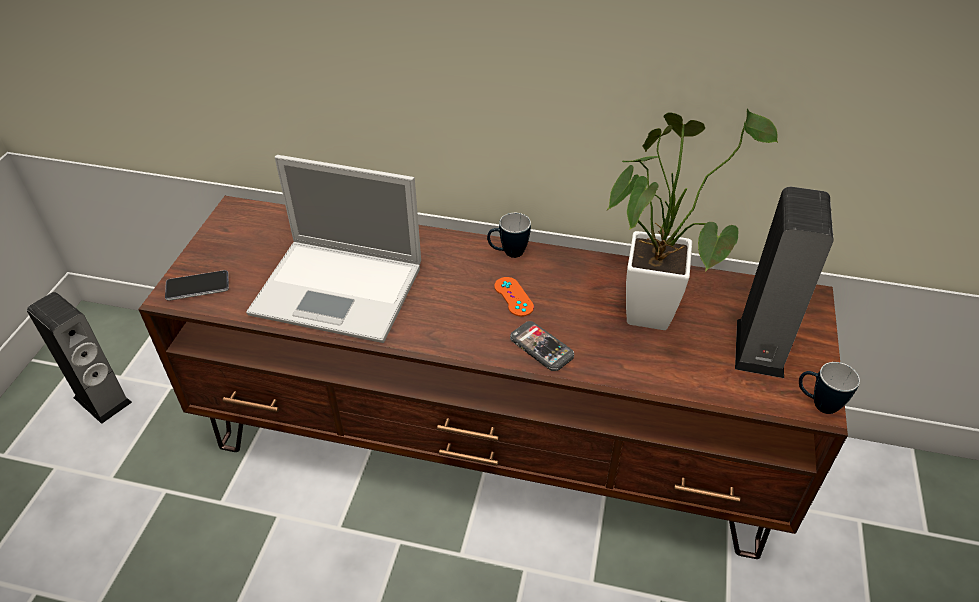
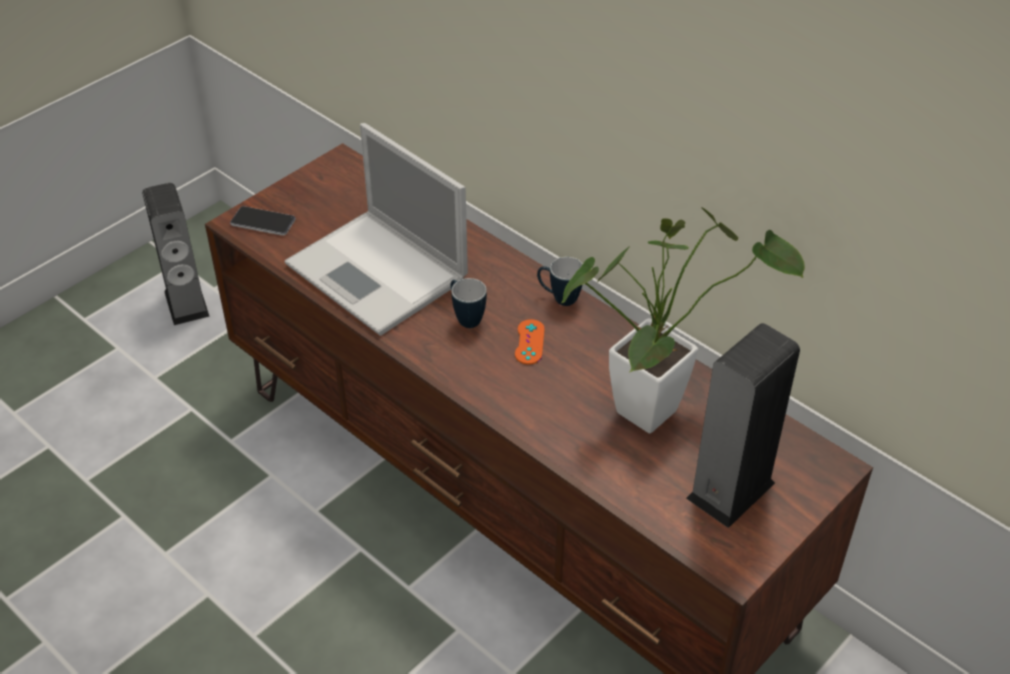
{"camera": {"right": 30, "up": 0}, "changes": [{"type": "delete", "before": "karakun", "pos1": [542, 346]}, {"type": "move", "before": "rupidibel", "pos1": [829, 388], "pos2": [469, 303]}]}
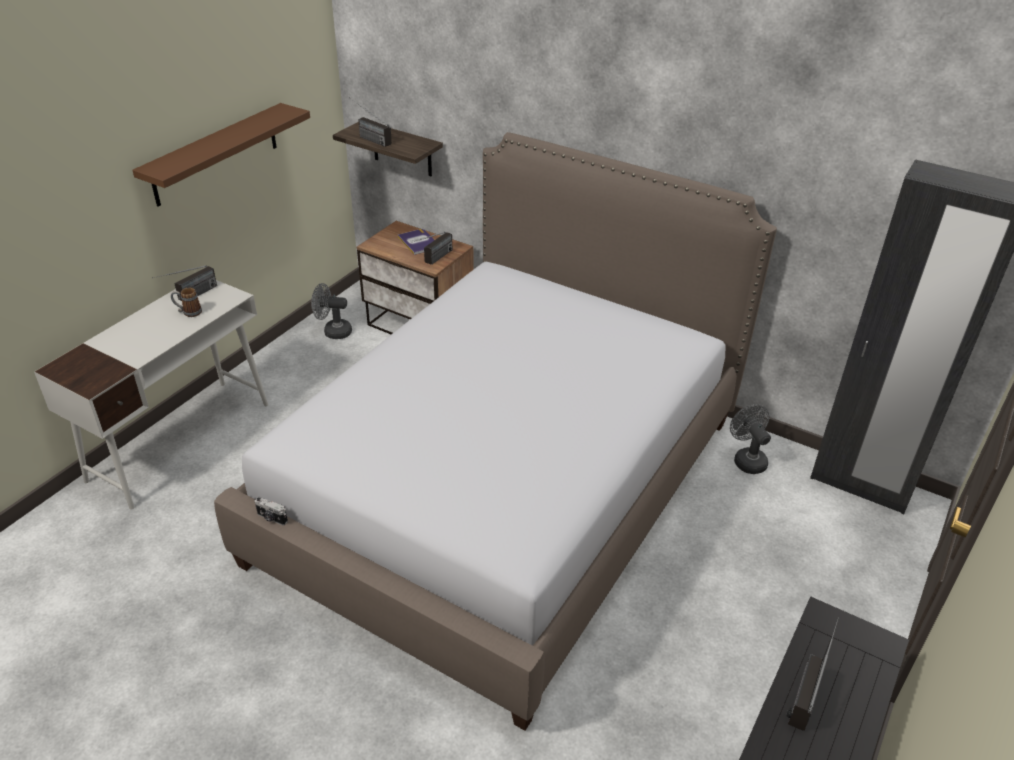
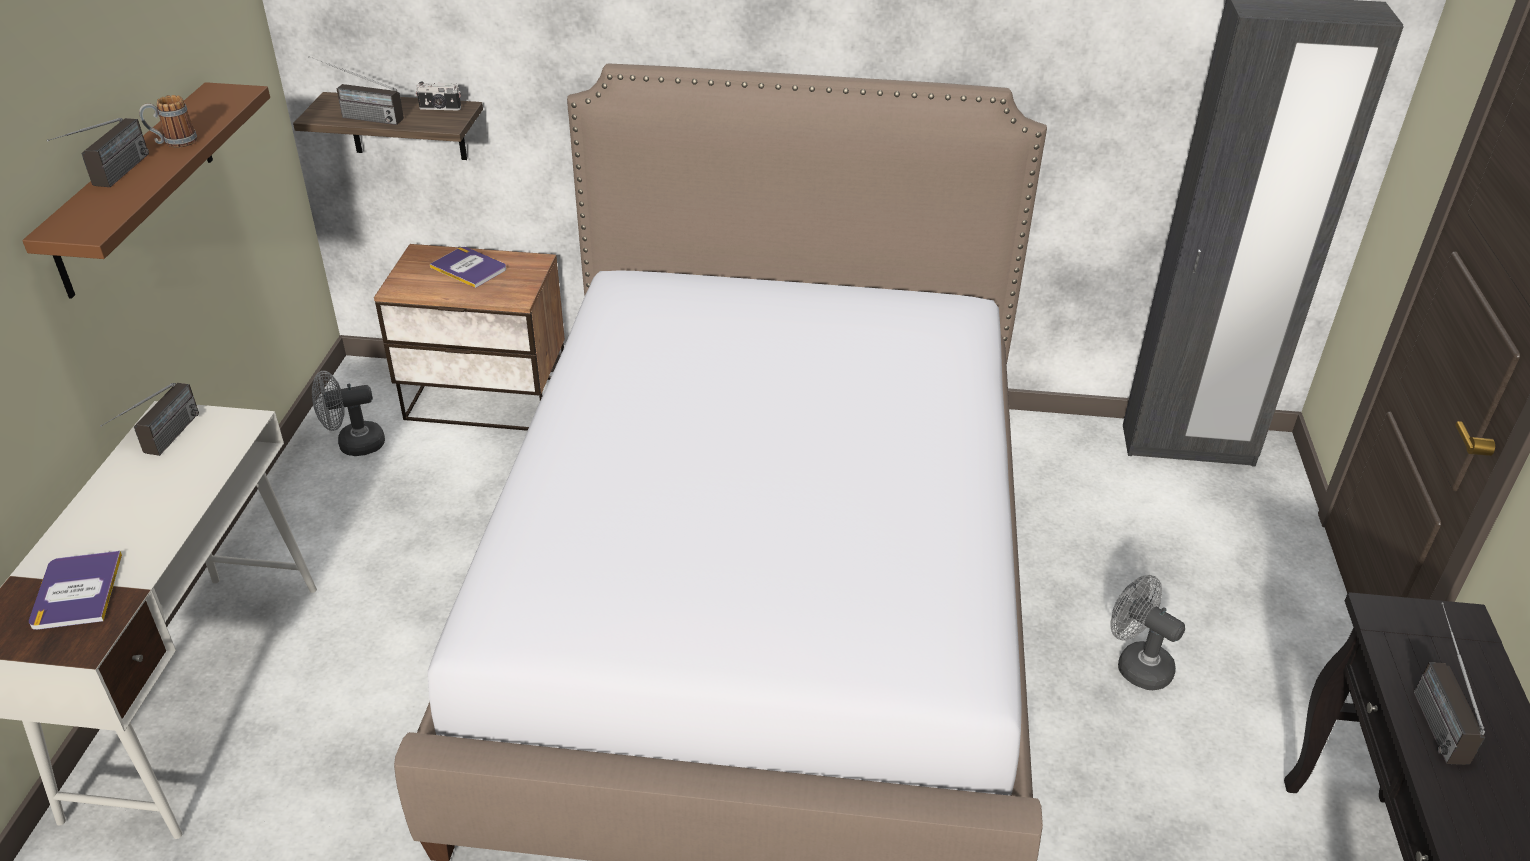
{"camera": {"right": -25, "up": 0}, "changes": [{"type": "move", "before": "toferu", "pos1": [433, 248], "pos2": [98, 152]}, {"type": "move", "before": "rupidibel", "pos1": [186, 302], "pos2": [168, 121]}, {"type": "move", "before": "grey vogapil", "pos1": [750, 439], "pos2": [1147, 632]}, {"type": "move", "before": "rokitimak", "pos1": [271, 511], "pos2": [438, 96]}, {"type": "insert", "after": "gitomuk", "pos2": [75, 590]}]}
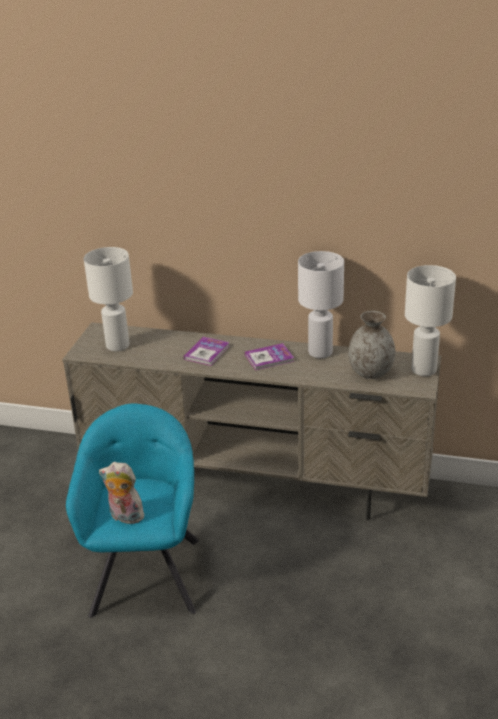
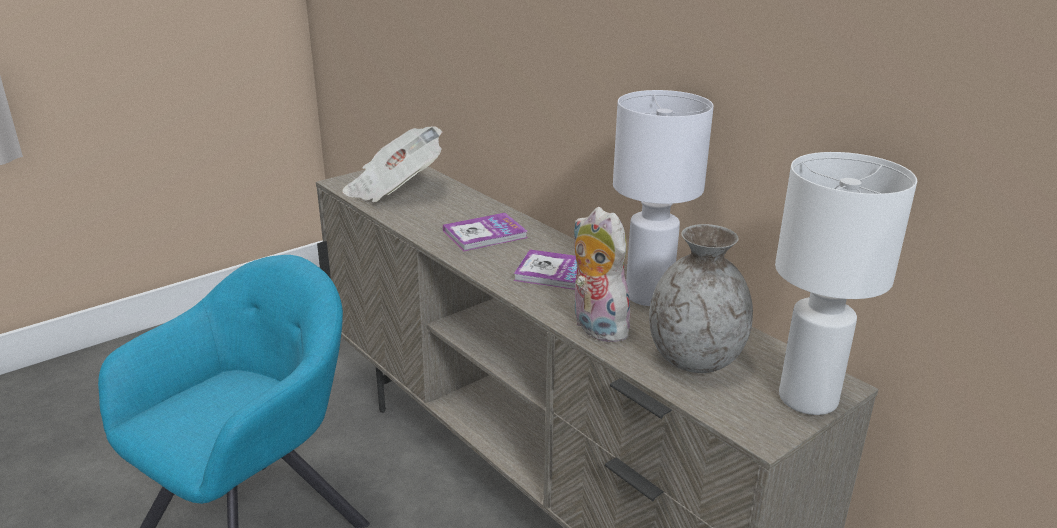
{"camera": {"right": 35, "up": -5}, "changes": [{"type": "replace", "before": "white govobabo", "after": "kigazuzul", "pos1": [108, 299], "pos2": [393, 164]}, {"type": "move", "before": "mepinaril", "pos1": [122, 493], "pos2": [604, 274]}]}
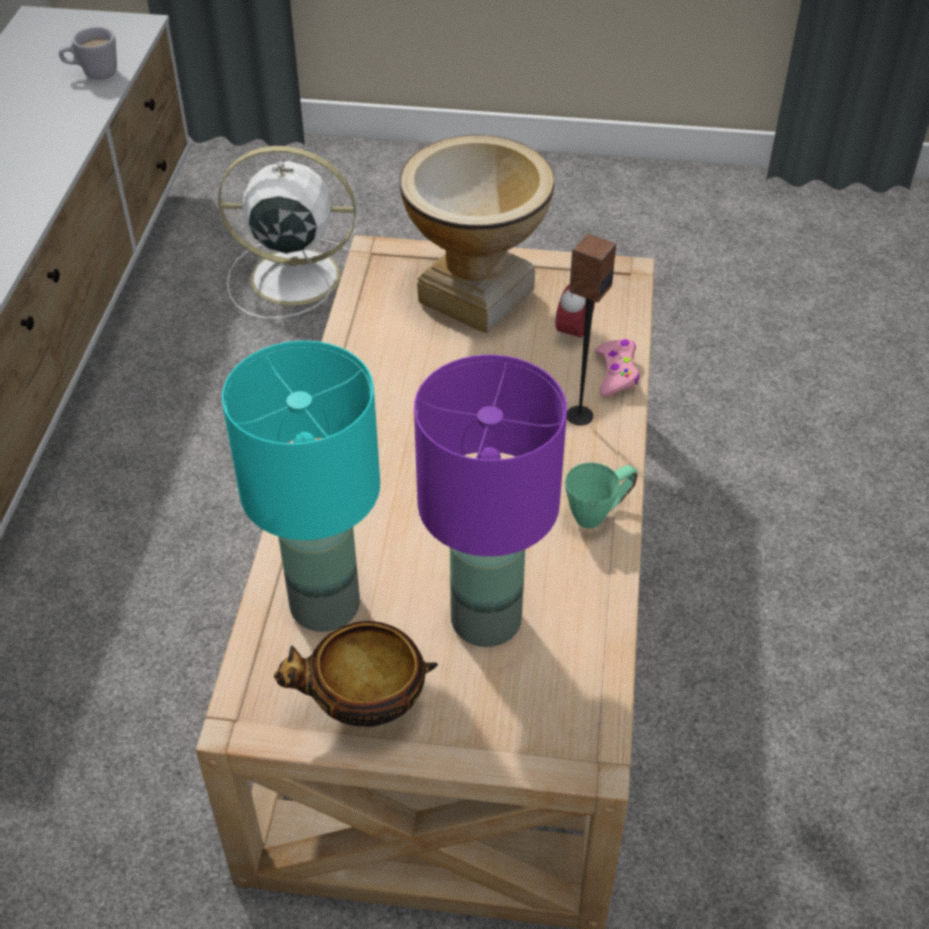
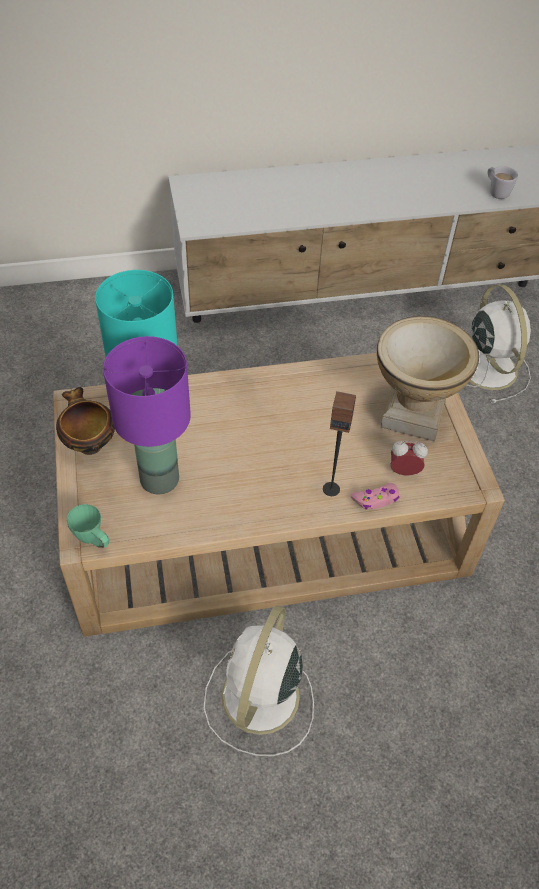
{"camera": {"right": 70, "up": 5}, "changes": [{"type": "move", "before": "green rupidibel", "pos1": [601, 496], "pos2": [88, 526]}, {"type": "insert", "after": "white vogapil", "pos2": [259, 680]}]}
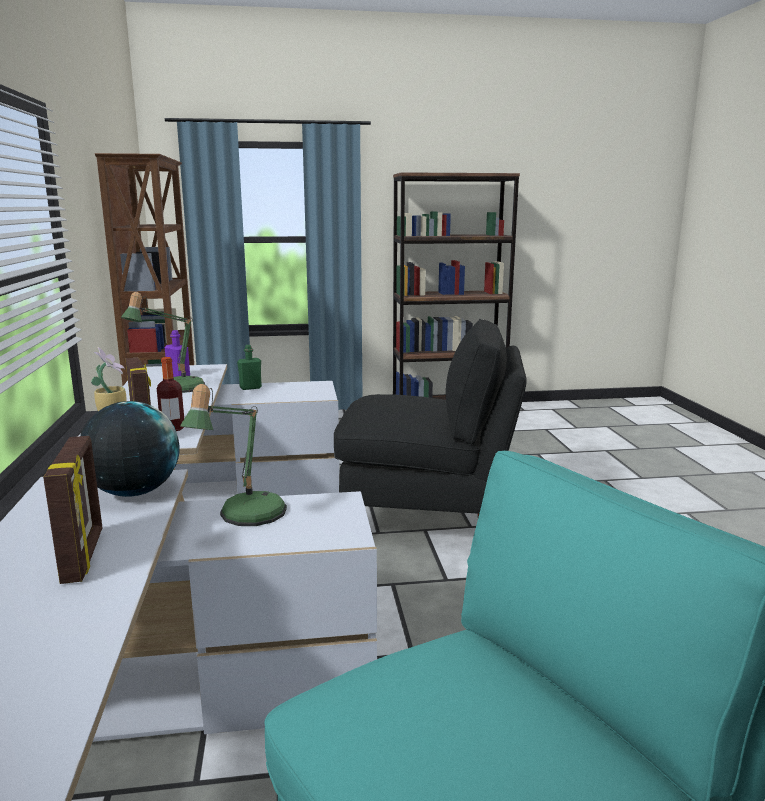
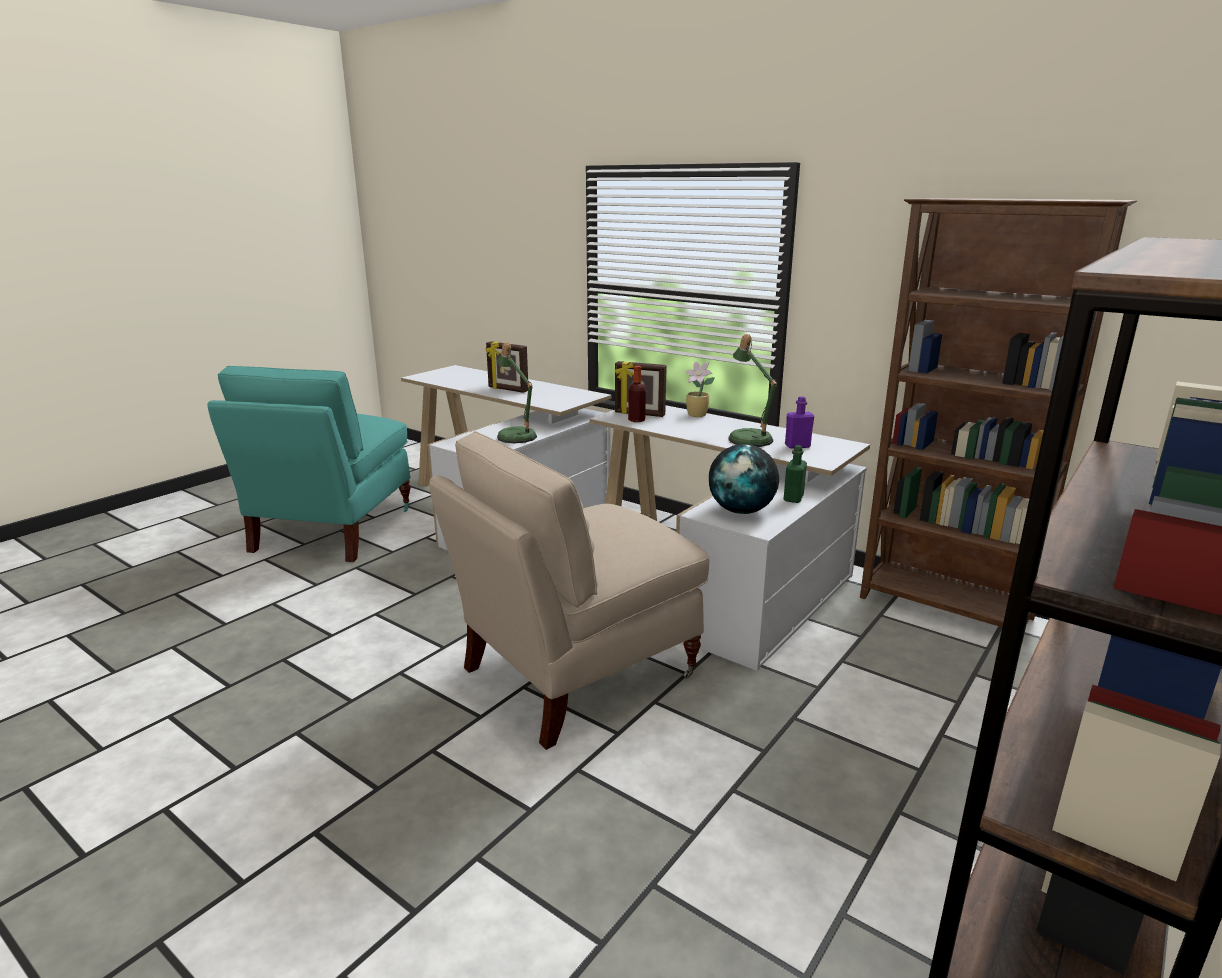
{"camera": {"right": 135, "up": 5}, "changes": [{"type": "recolor", "before": "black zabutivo", "after": "beige zabutivo", "pos1": [430, 418], "pos2": [569, 590]}, {"type": "move", "before": "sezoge", "pos1": [129, 449], "pos2": [744, 479]}]}
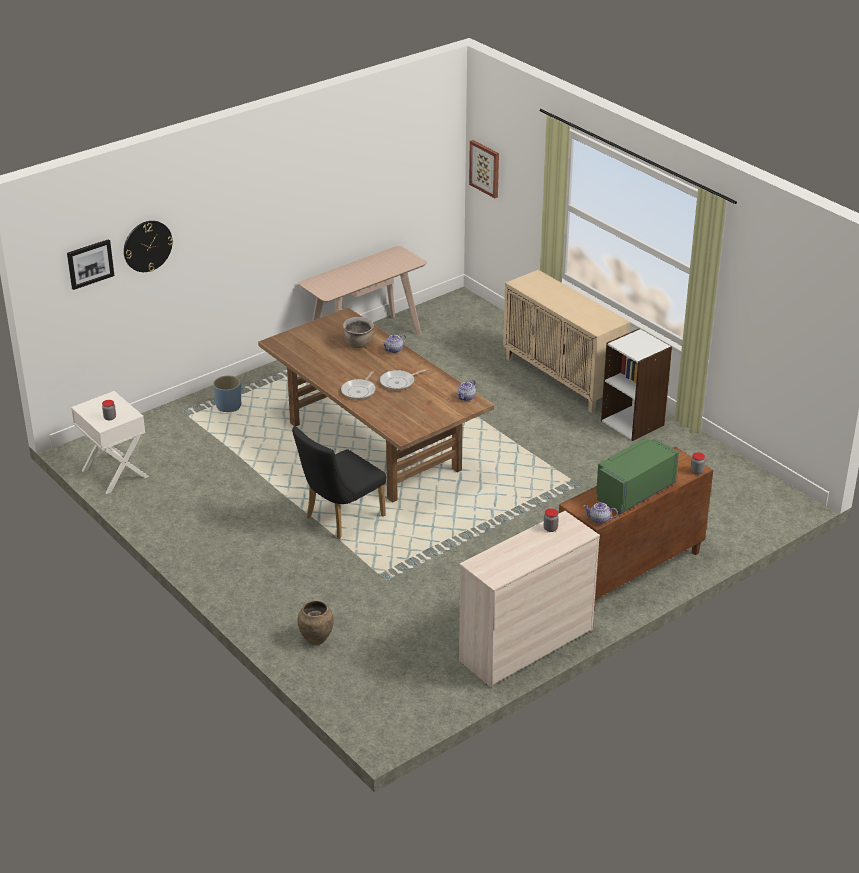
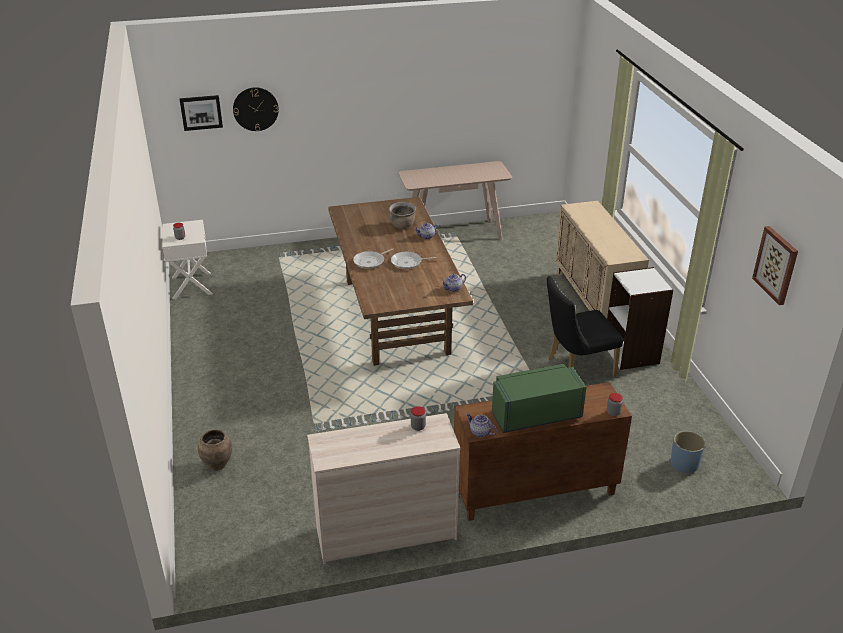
{"camera": {"right": 25, "up": 0}, "changes": [{"type": "move", "before": "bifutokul", "pos1": [484, 169], "pos2": [775, 265]}, {"type": "move", "before": "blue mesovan", "pos1": [227, 393], "pos2": [687, 452]}, {"type": "move", "before": "black zabutivo", "pos1": [339, 483], "pos2": [585, 326]}]}
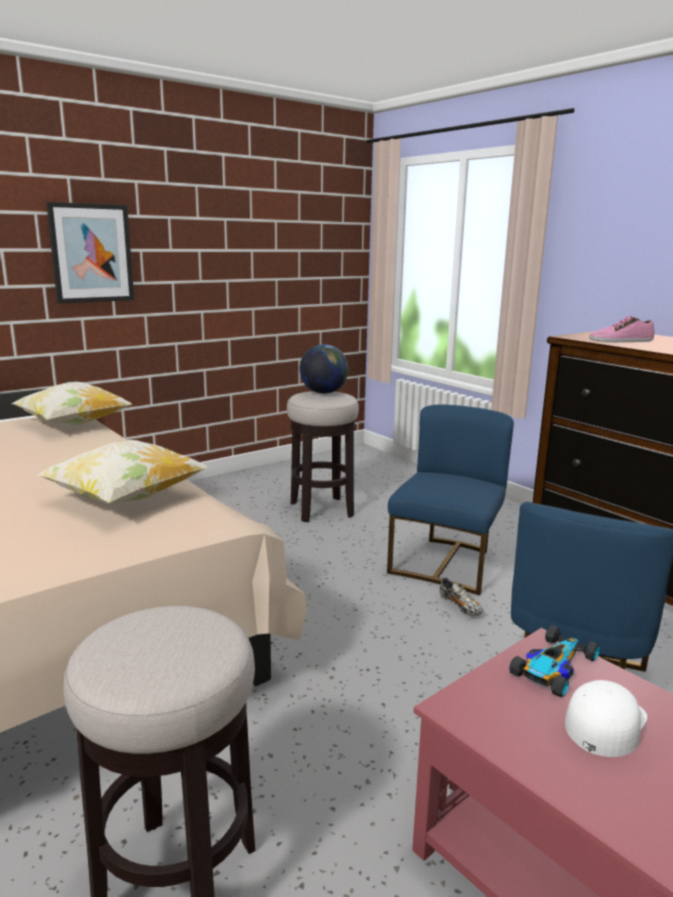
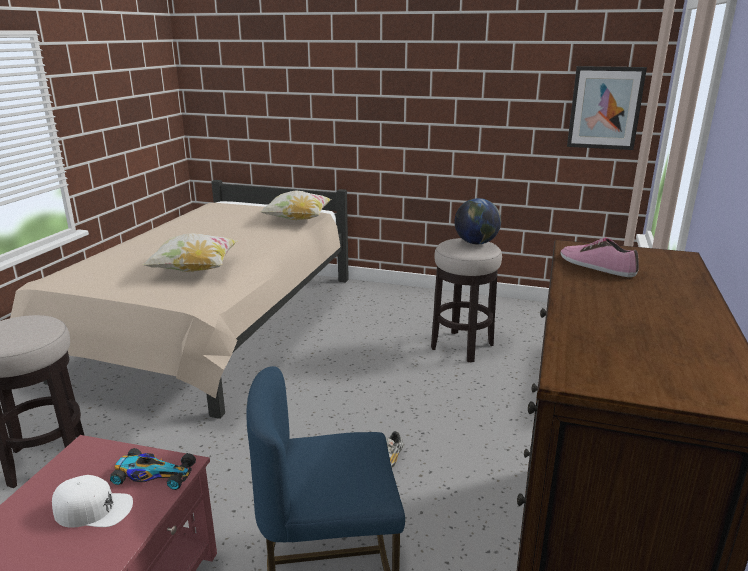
{"camera": {"right": 55, "up": 5}, "changes": [{"type": "move", "before": "bifutokul", "pos1": [90, 252], "pos2": [607, 108]}, {"type": "delete", "before": "blue zabutivo", "pos1": [450, 500]}]}
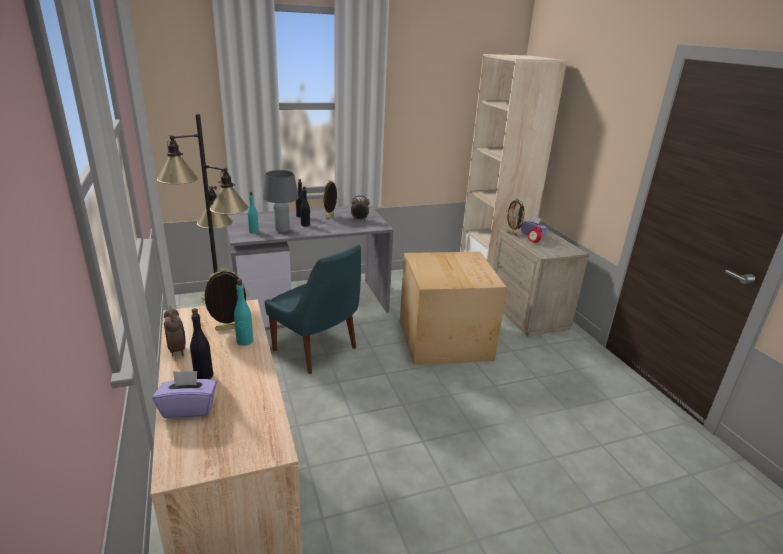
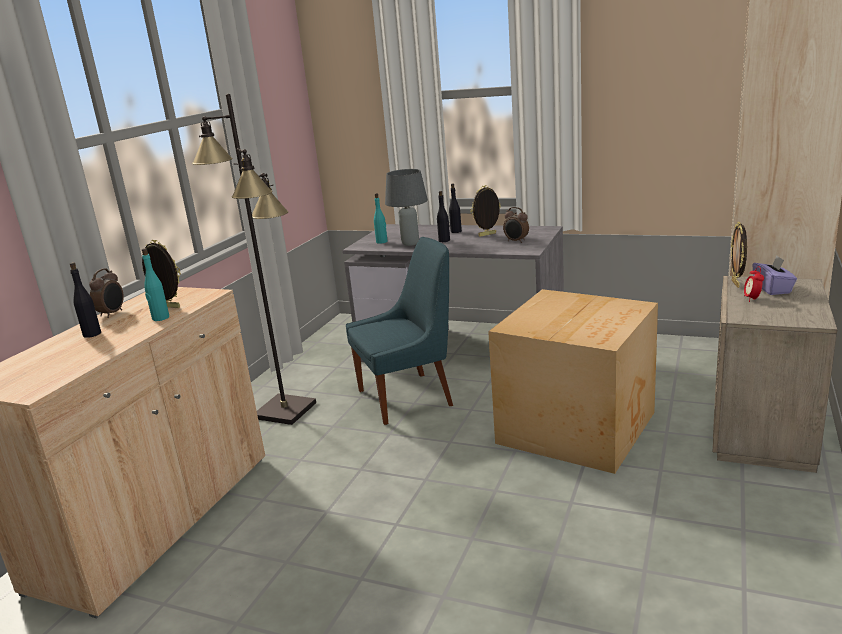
{"camera": {"right": 45, "up": -5}, "changes": [{"type": "rotate", "before": "blue zabutivo", "pos1": [313, 309], "pos2": [399, 331], "turn": -105}, {"type": "delete", "before": "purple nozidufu", "pos1": [185, 394]}]}
